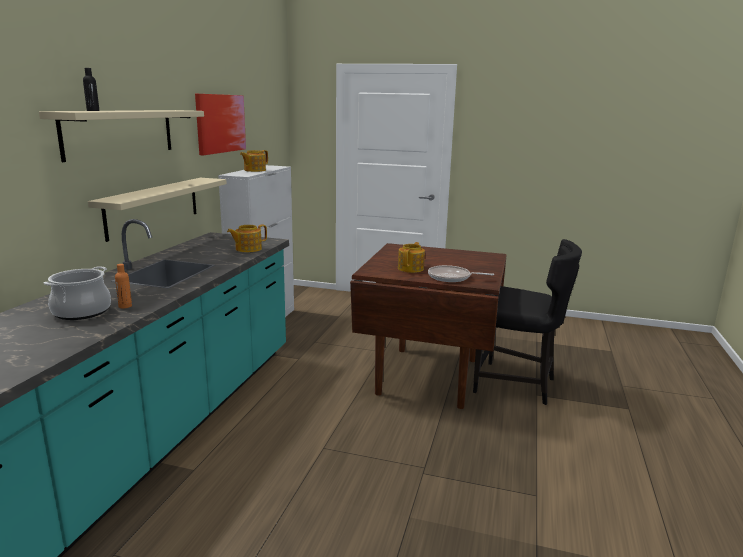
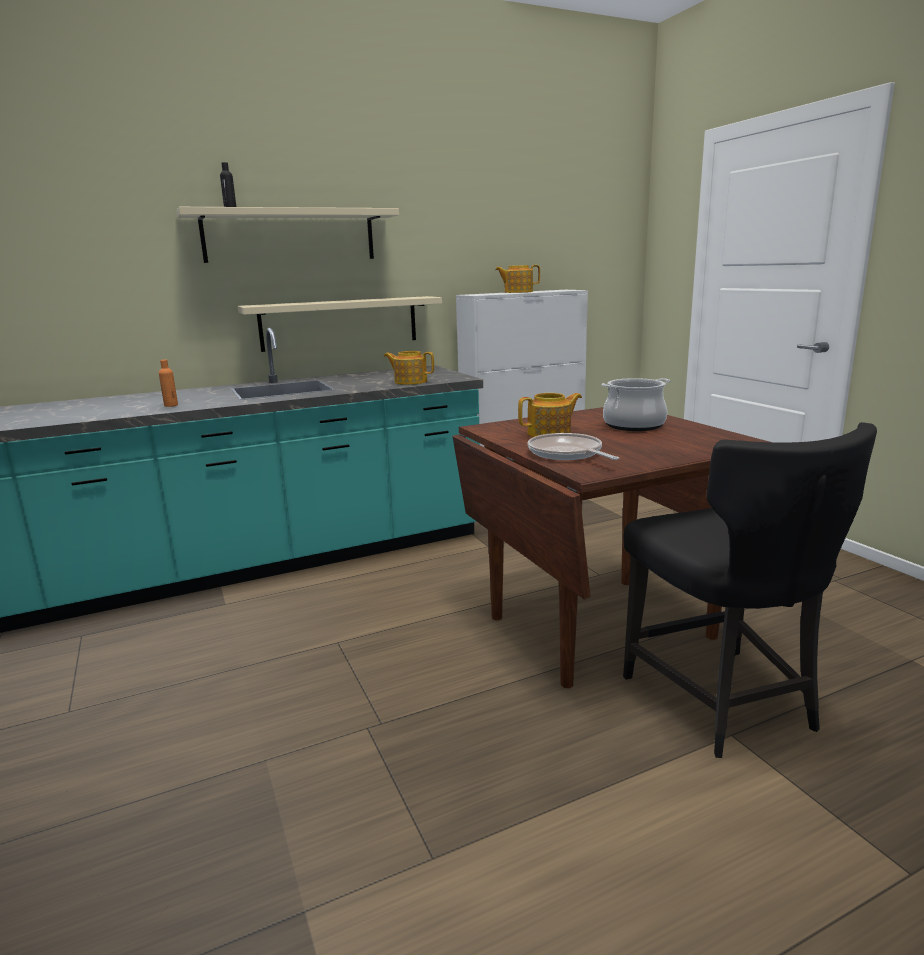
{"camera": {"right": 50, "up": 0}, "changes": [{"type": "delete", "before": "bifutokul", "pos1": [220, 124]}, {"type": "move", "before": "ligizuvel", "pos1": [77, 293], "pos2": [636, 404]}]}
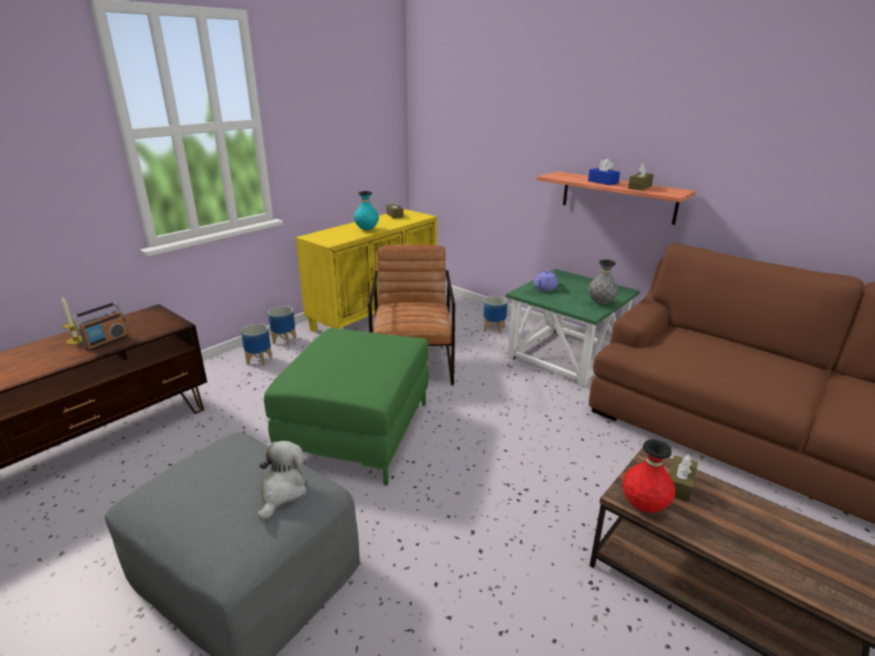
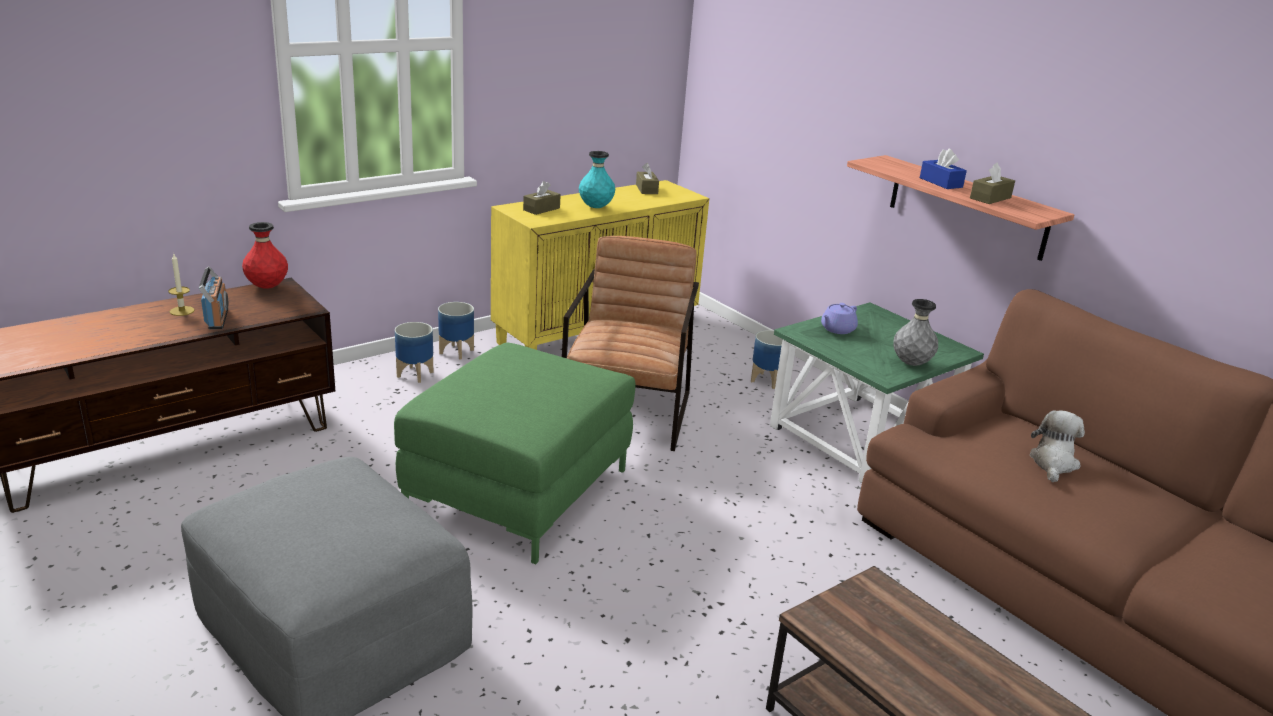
{"camera": {"right": 10, "up": 0}, "changes": [{"type": "rotate", "before": "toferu", "pos1": [100, 326], "pos2": [213, 297], "turn": -60}, {"type": "move", "before": "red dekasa", "pos1": [649, 476], "pos2": [265, 255]}, {"type": "move", "before": "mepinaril", "pos1": [282, 480], "pos2": [1057, 446]}, {"type": "move", "before": "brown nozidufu", "pos1": [683, 478], "pos2": [542, 198]}]}
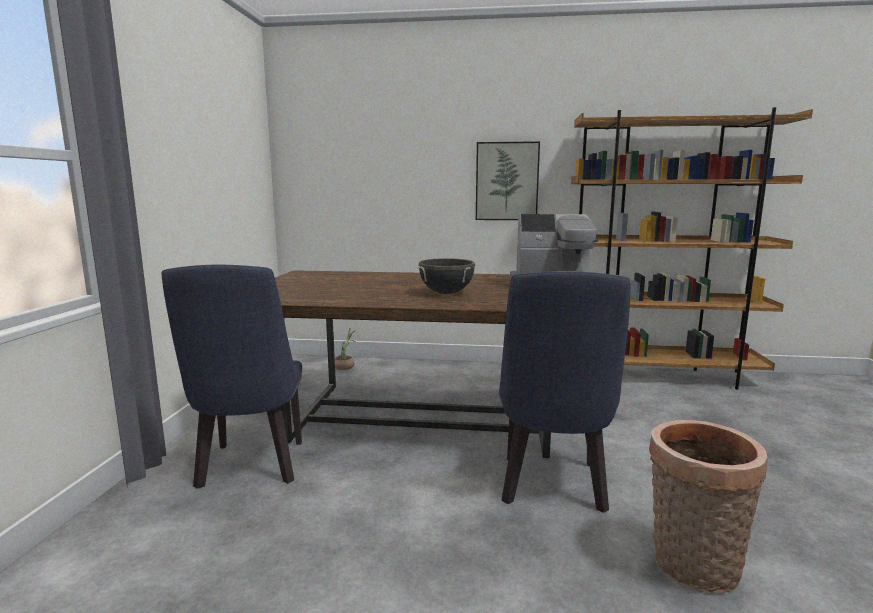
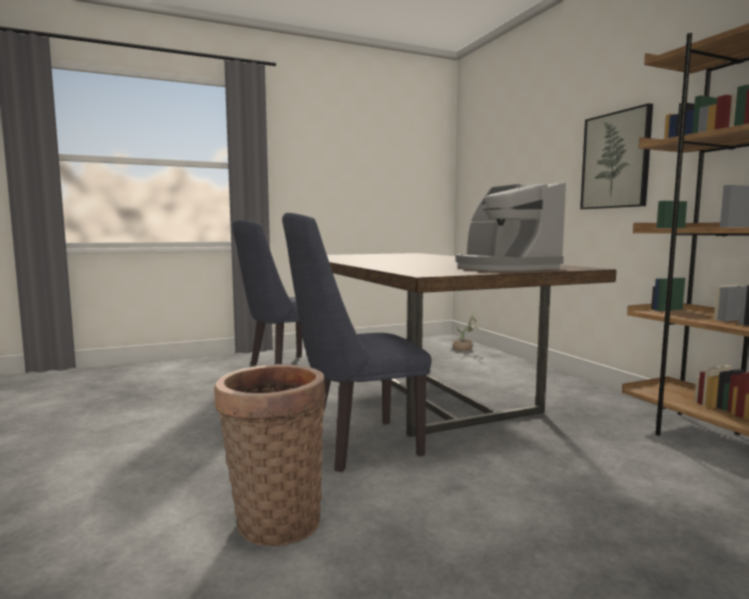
{"camera": {"right": 60, "up": -5}, "changes": [{"type": "delete", "before": "black ligizuvel", "pos1": [446, 276]}]}
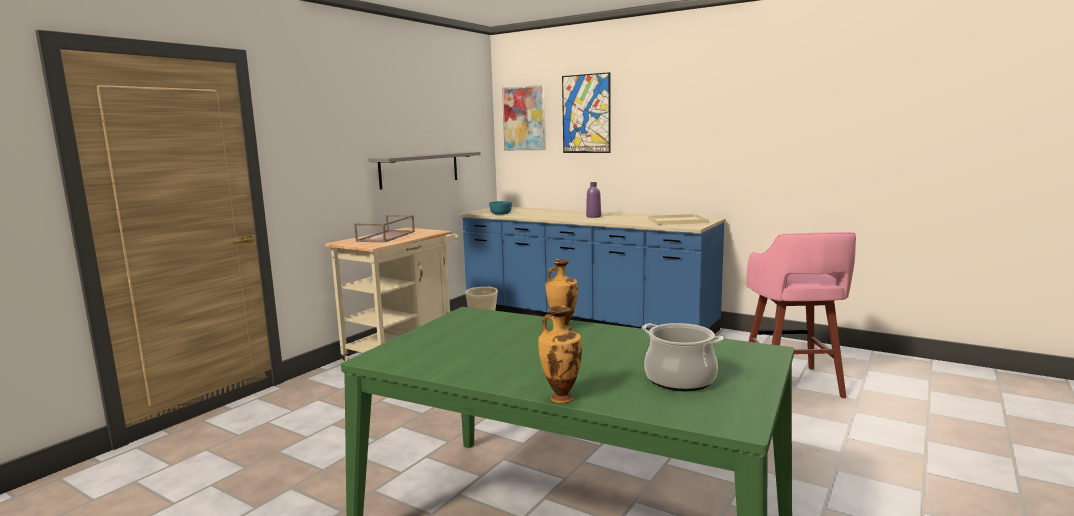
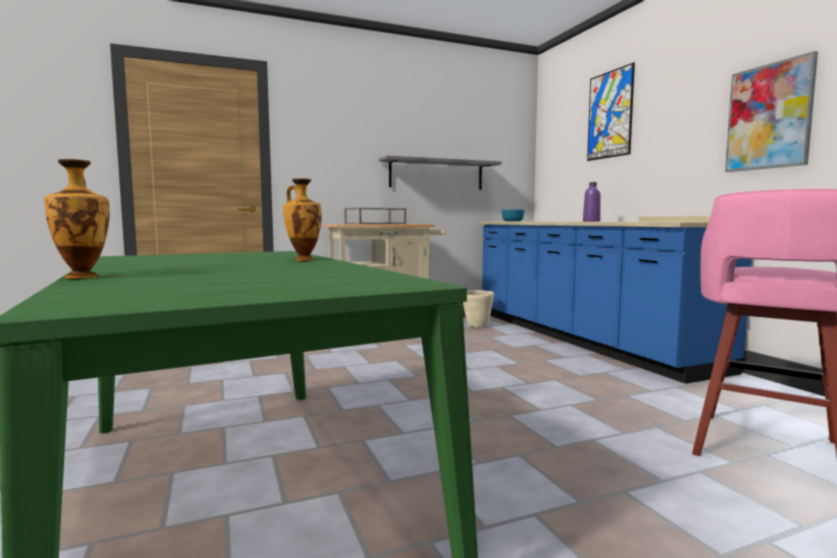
{"camera": {"right": 35, "up": -5}, "changes": [{"type": "move", "before": "bifutokul", "pos1": [524, 117], "pos2": [771, 111]}, {"type": "delete", "before": "ligizuvel", "pos1": [683, 357]}]}
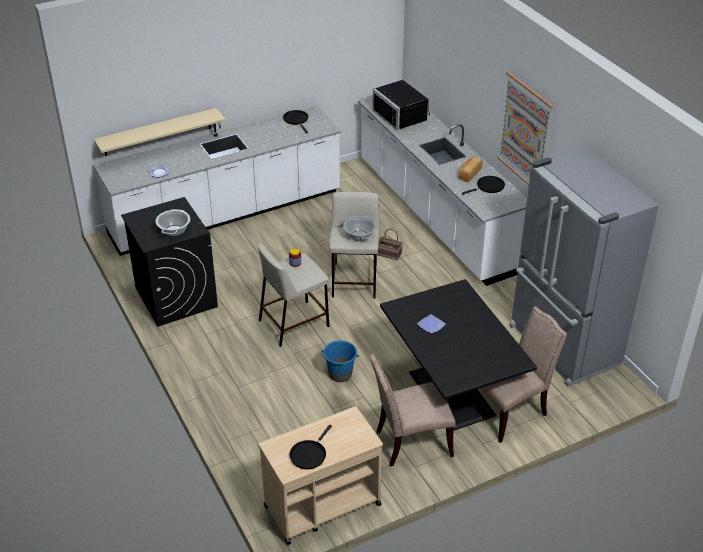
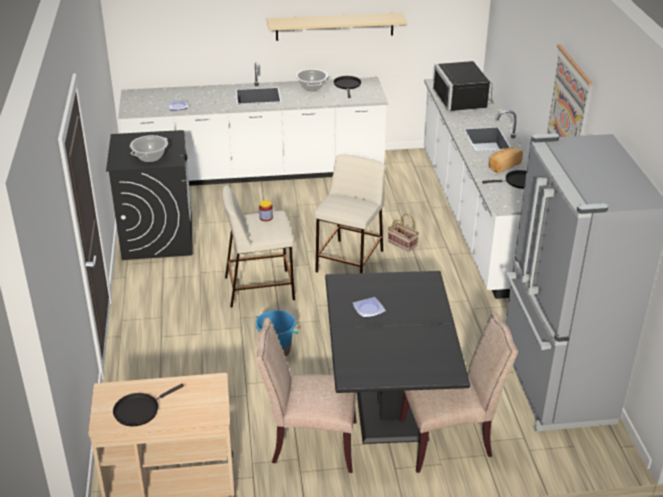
{"camera": {"right": 20, "up": -5}, "changes": [{"type": "move", "before": "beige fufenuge", "pos1": [159, 132], "pos2": [337, 27]}, {"type": "move", "before": "ligizuvel", "pos1": [360, 229], "pos2": [311, 80]}]}
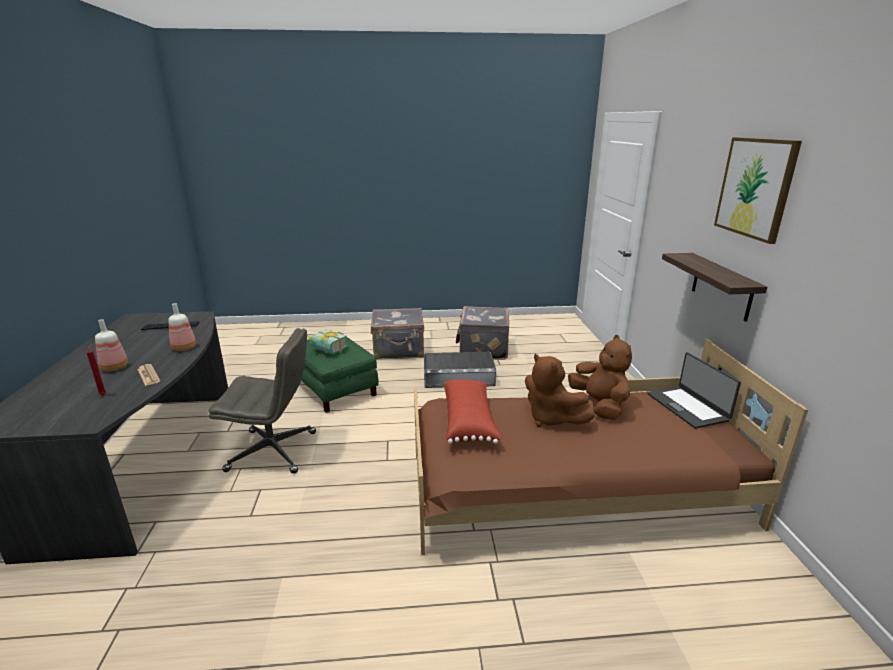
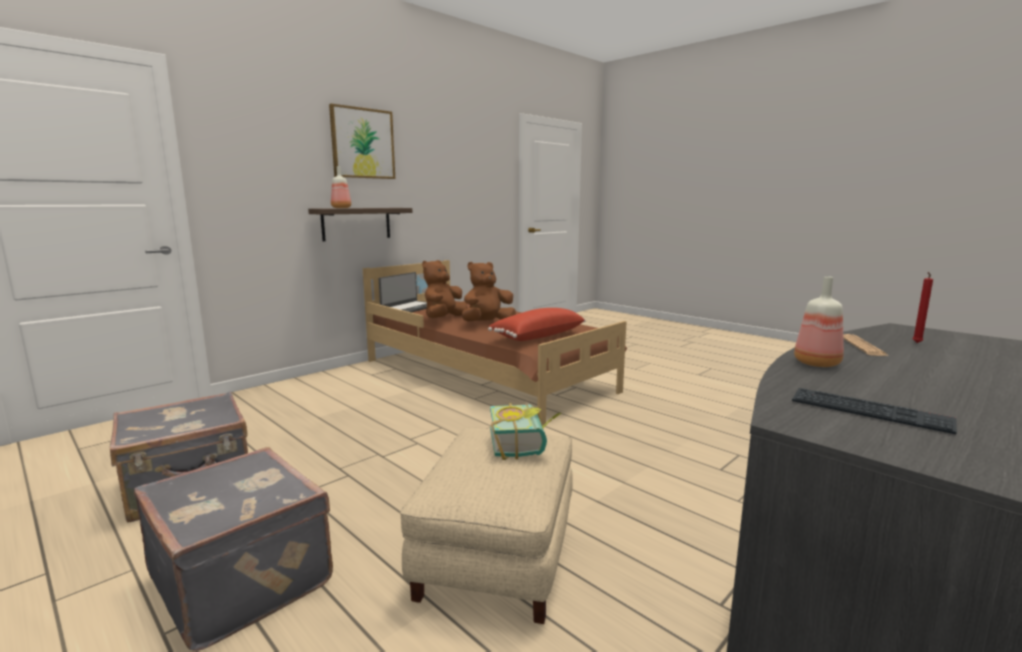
{"camera": {"right": -130, "up": -10}, "changes": [{"type": "move", "before": "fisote", "pos1": [111, 345], "pos2": [341, 187]}, {"type": "delete", "before": "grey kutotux", "pos1": [262, 400]}, {"type": "recolor", "before": "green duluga", "after": "beige duluga", "pos1": [339, 372], "pos2": [486, 525]}, {"type": "delete", "before": "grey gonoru", "pos1": [460, 370]}, {"type": "rotate", "before": "brown mepinaril", "pos1": [560, 390], "pos2": [489, 291], "turn": -135}]}
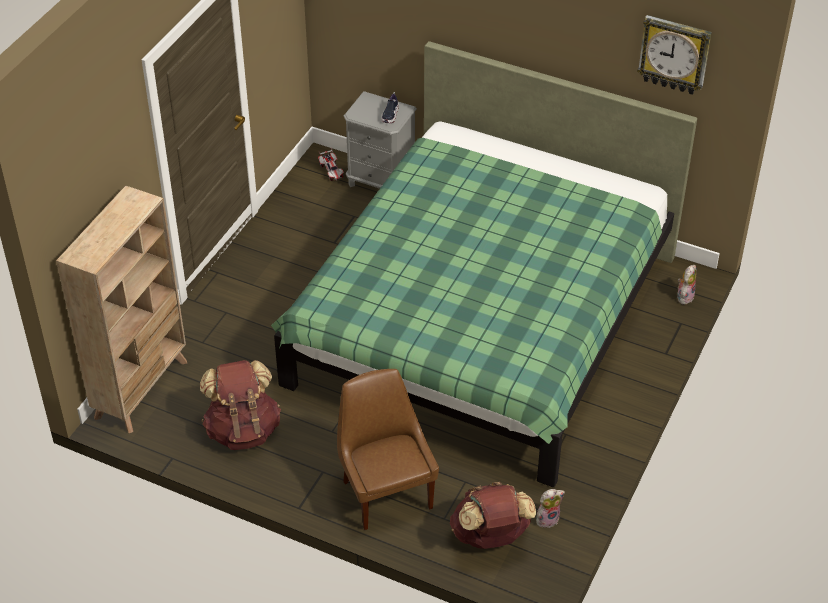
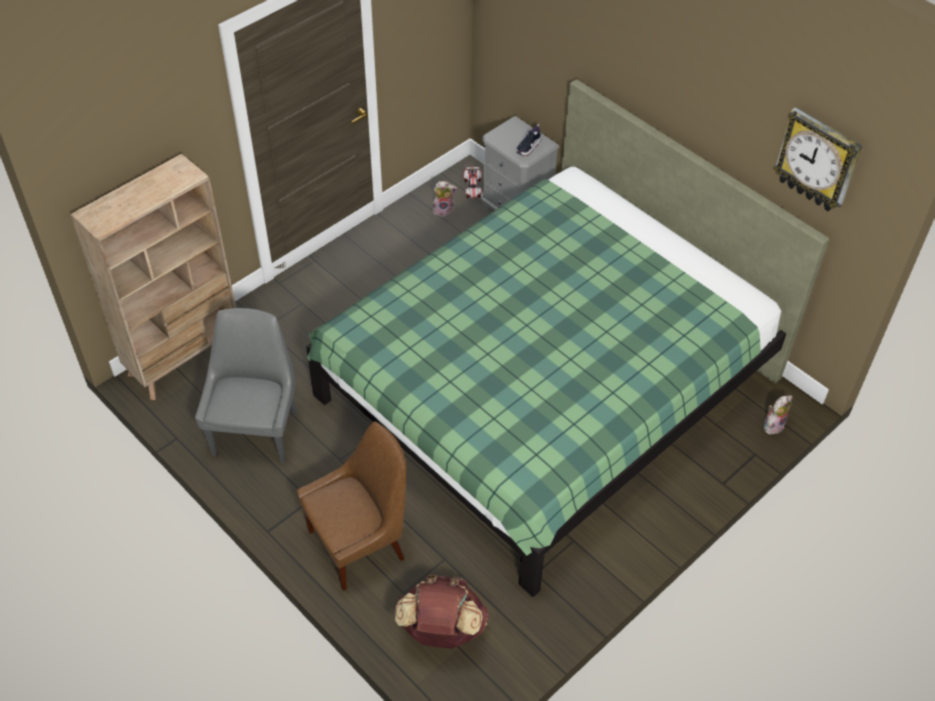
{"camera": {"right": 20, "up": 5}, "changes": [{"type": "replace", "before": "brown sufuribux", "after": "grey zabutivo", "pos1": [240, 405], "pos2": [246, 385]}, {"type": "rotate", "before": "brown zabutivo", "pos1": [388, 449], "pos2": [351, 506], "turn": 60}, {"type": "move", "before": "mepinaril", "pos1": [550, 508], "pos2": [445, 199]}]}
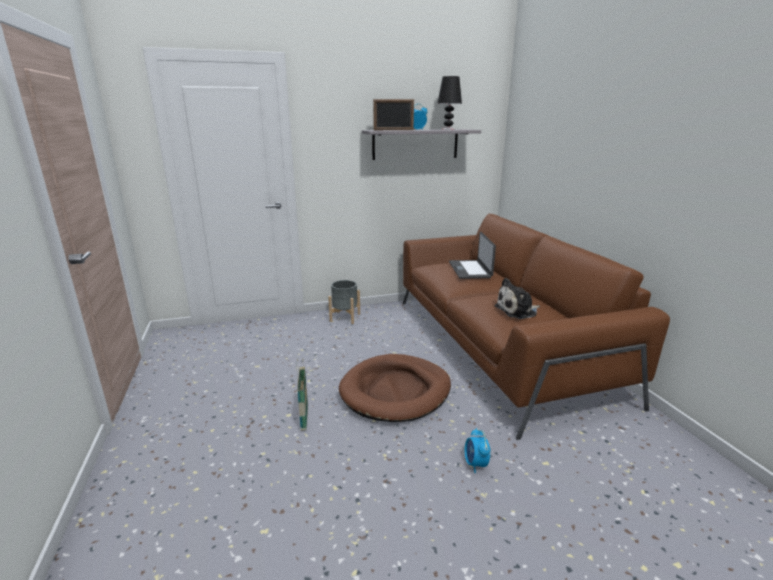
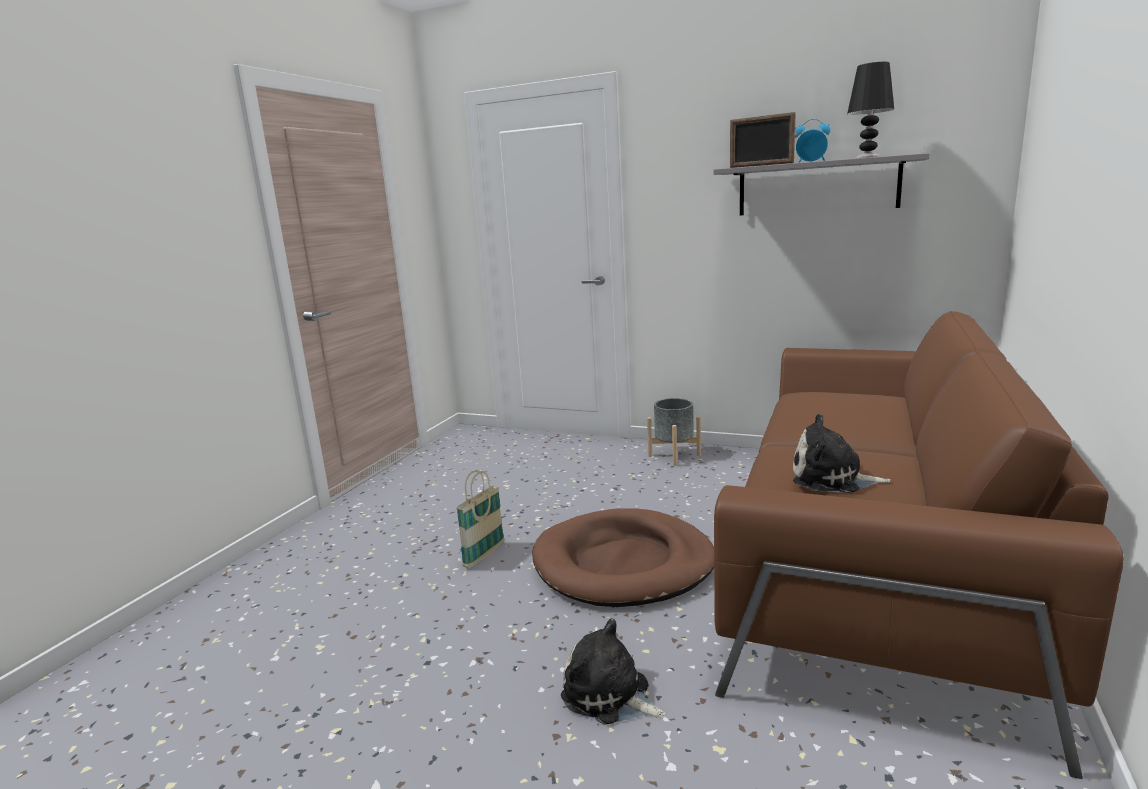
{"camera": {"right": 40, "up": -5}, "changes": [{"type": "delete", "before": "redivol", "pos1": [472, 255]}, {"type": "replace", "before": "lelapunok", "after": "mepinaril", "pos1": [477, 450], "pos2": [613, 671]}]}
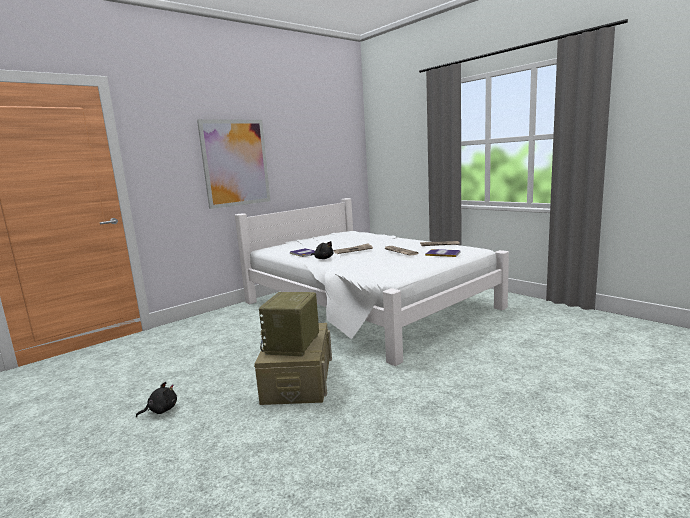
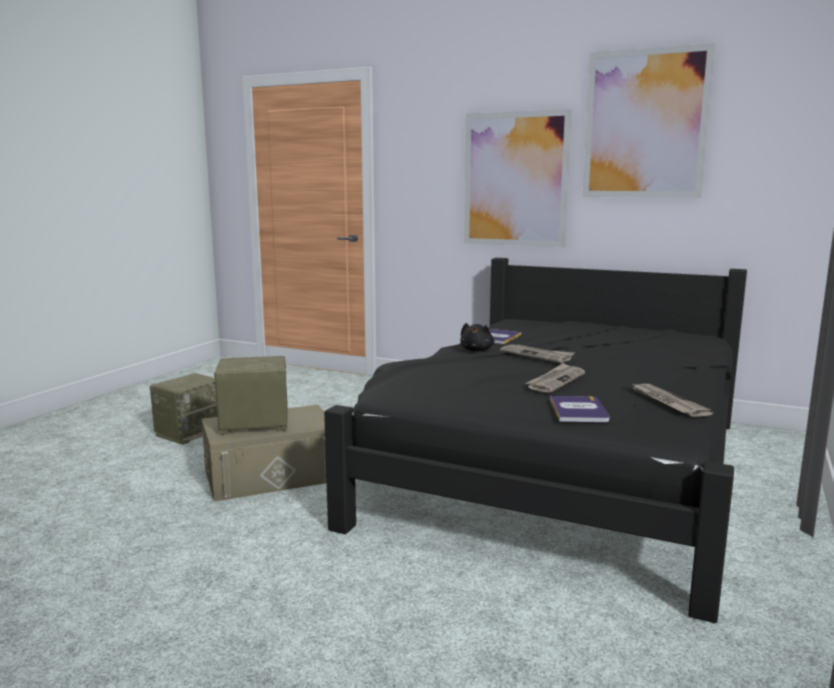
{"camera": {"right": 65, "up": 0}, "changes": [{"type": "recolor", "before": "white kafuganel", "after": "black kafuganel", "pos1": [372, 282], "pos2": [535, 440]}, {"type": "replace", "before": "black mepinaril", "after": "toferu", "pos1": [156, 399], "pos2": [184, 409]}, {"type": "insert", "after": "bifutokul", "pos2": [648, 120]}]}
